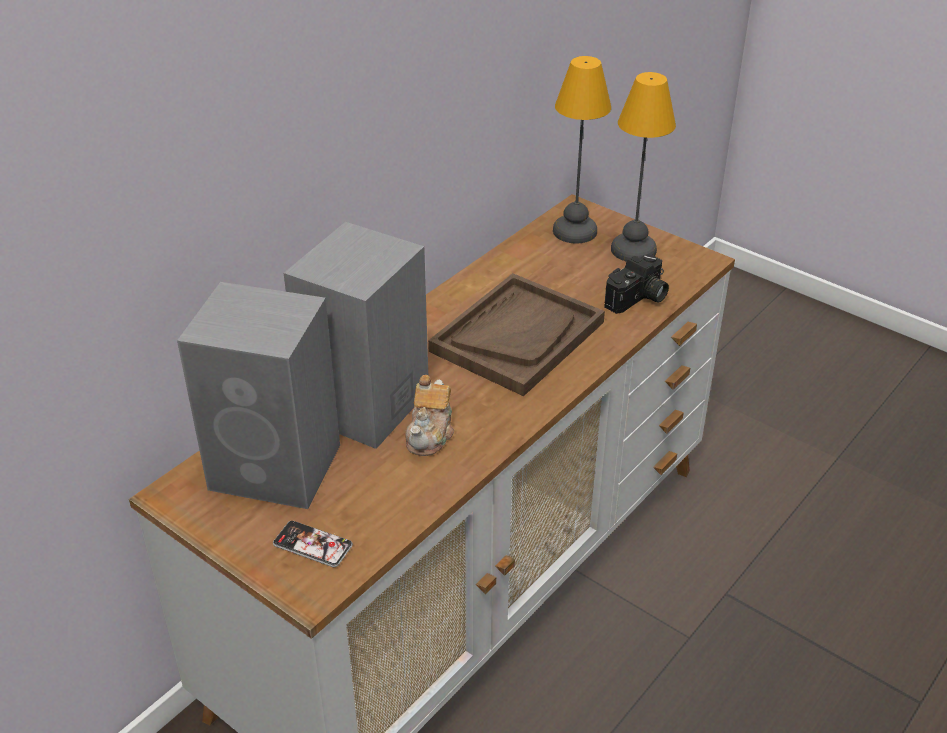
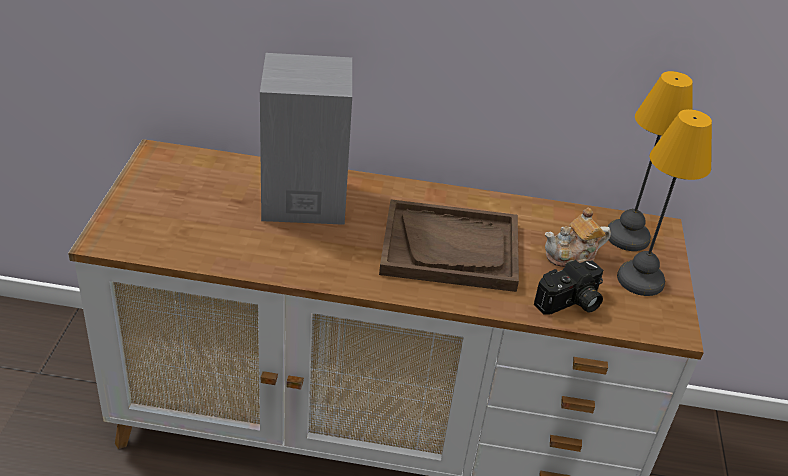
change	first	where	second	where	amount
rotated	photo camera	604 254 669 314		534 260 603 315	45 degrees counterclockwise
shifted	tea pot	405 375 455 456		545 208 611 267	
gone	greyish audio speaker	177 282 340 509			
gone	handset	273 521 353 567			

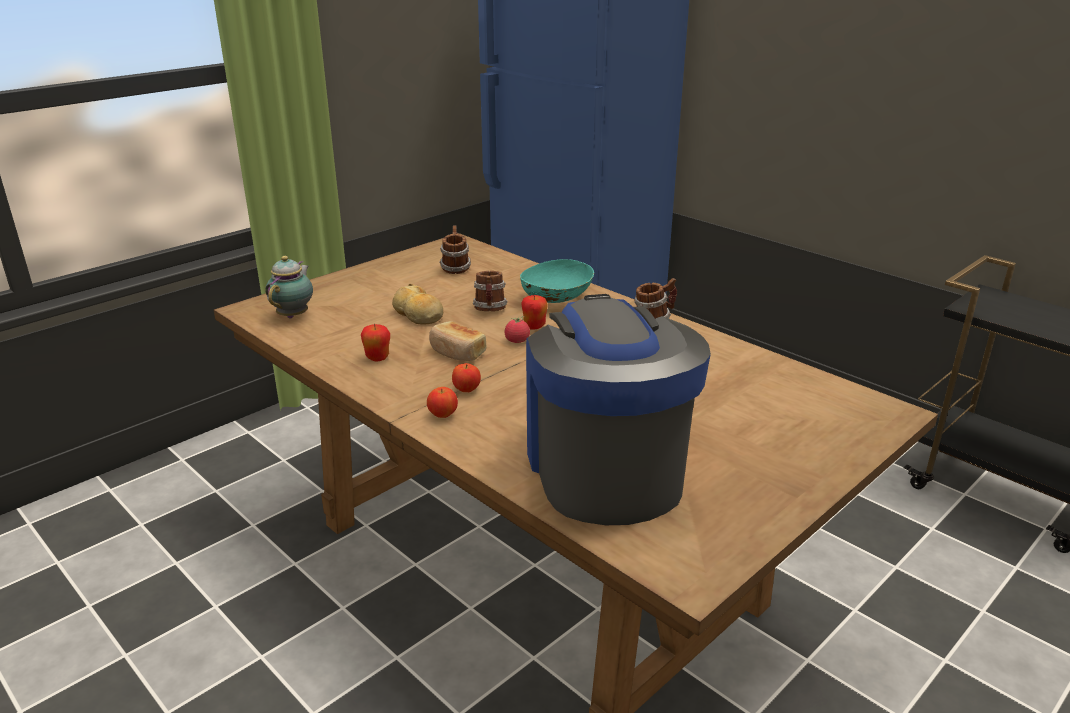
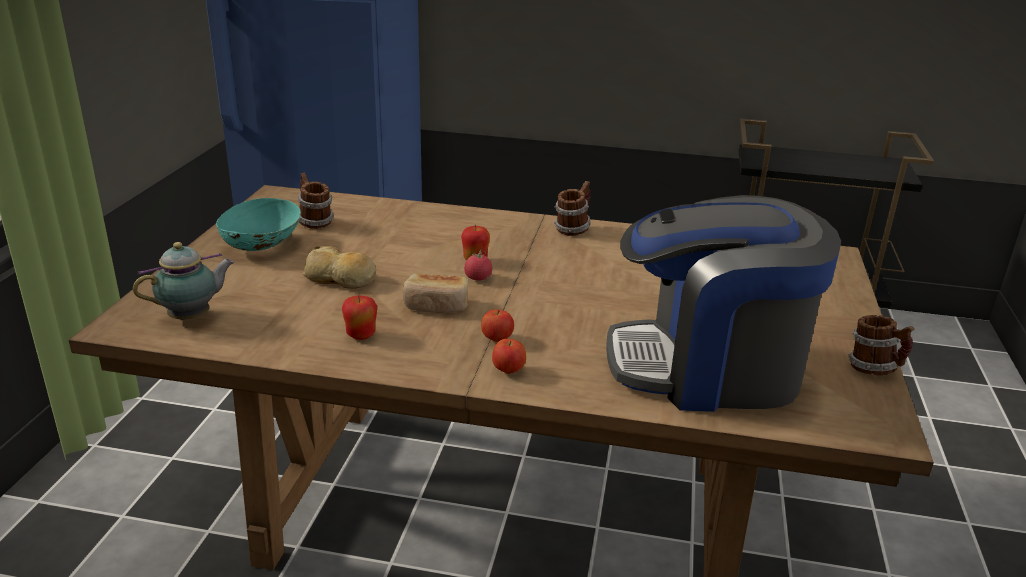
change	first	where	second	where	amount
rotated	tea pot	265 256 313 318		133 242 234 320	75 degrees clockwise
shifted	turquoise-coloured deep dish	520 259 594 303		216 198 301 251	
rotated	coffee machine	526 294 711 525		606 195 841 412	45 degrees counterclockwise
shifted	tea mug	473 271 508 311		848 315 914 375	

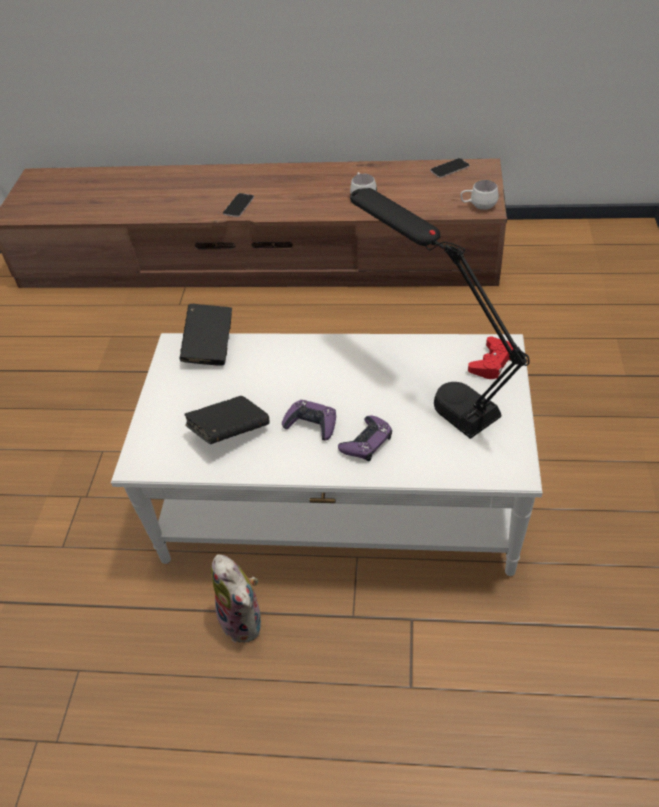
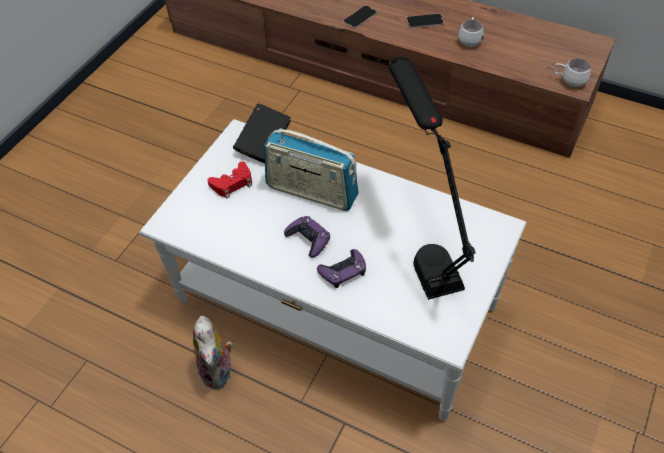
change	first	where	second	where	amount
shifted	red joypad	468 336 513 379		207 162 252 199	
new			radio set	264 128 359 211	
shifted	handset	430 158 470 178		407 14 444 28	
gone	black bound book	184 396 269 444			

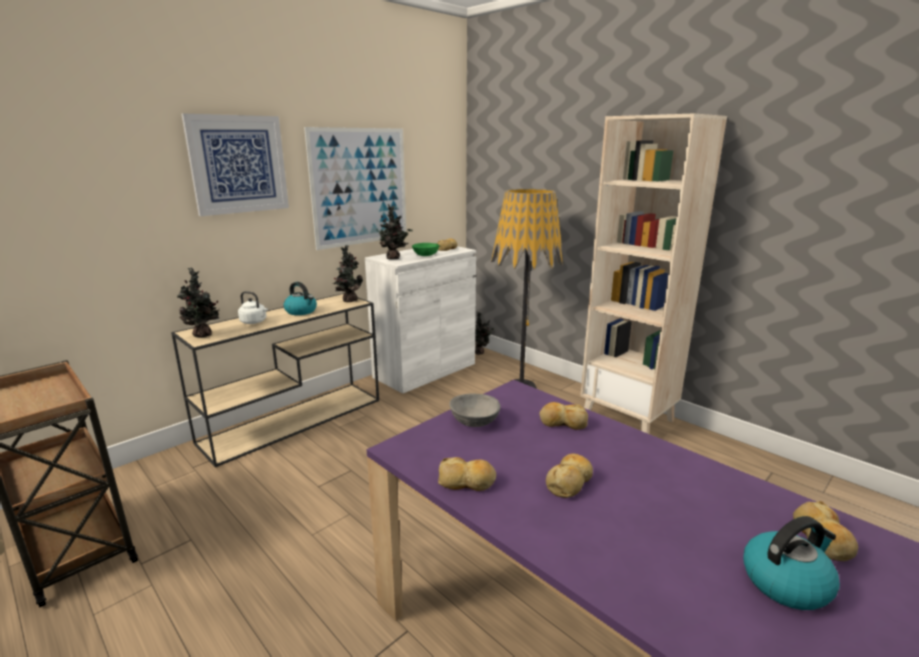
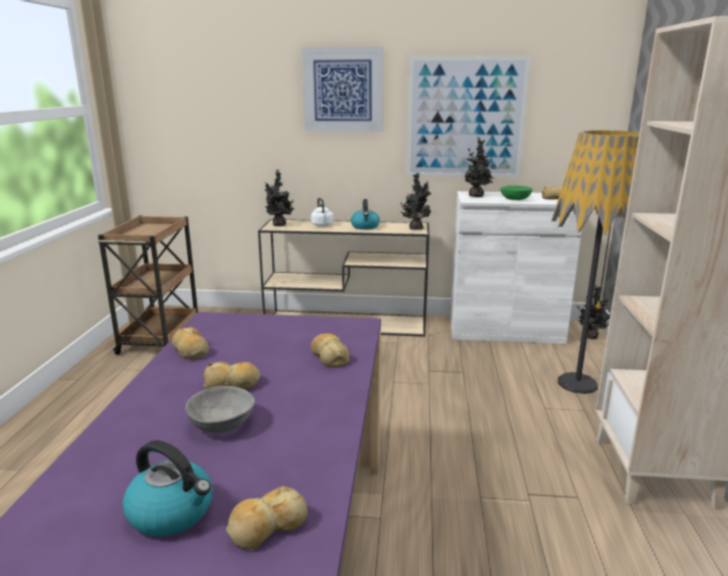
change	first	where	second	where	amount
shifted	greyish deep dish	449 394 501 427		185 386 255 433	

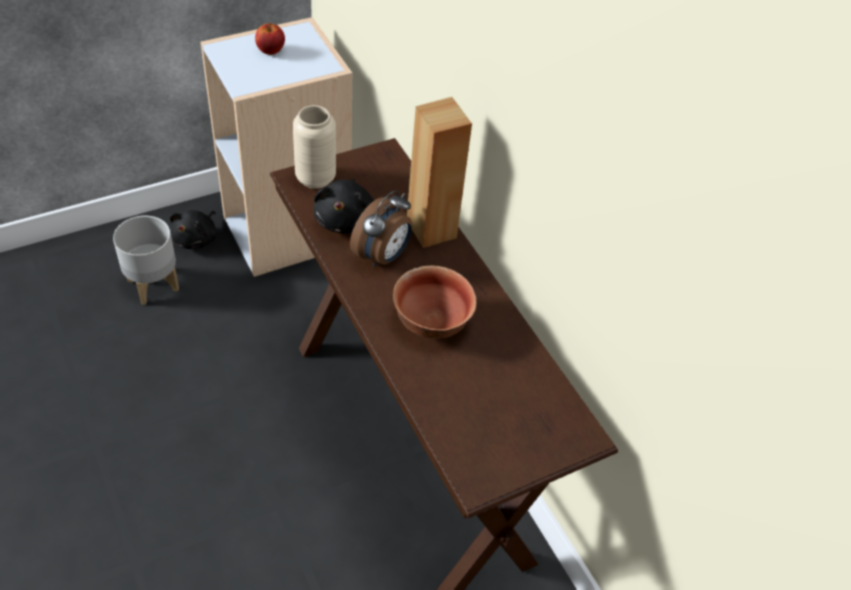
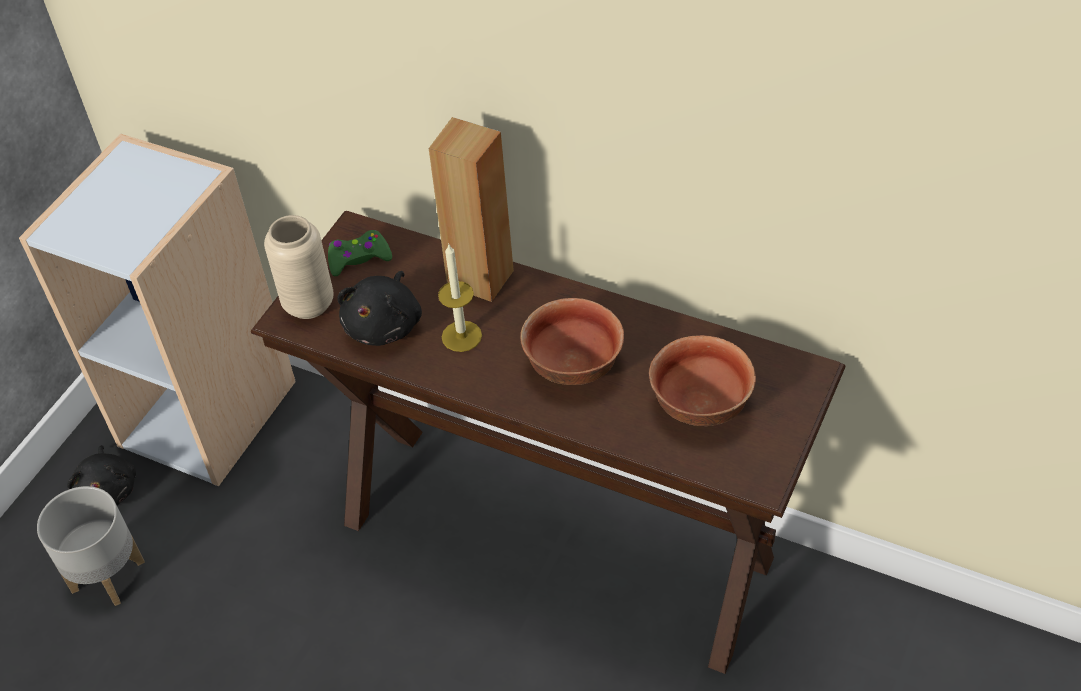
change	first	where	second	where	amount
new			green-coloured joypad	328 230 392 276	
rotated	black plush toy	314 179 375 233		337 271 422 346	45 degrees clockwise
swapped	alarm clock	350 190 412 267	candle	438 243 482 352	
new			deep dish	649 335 756 426	
gone	apple	255 23 285 55			

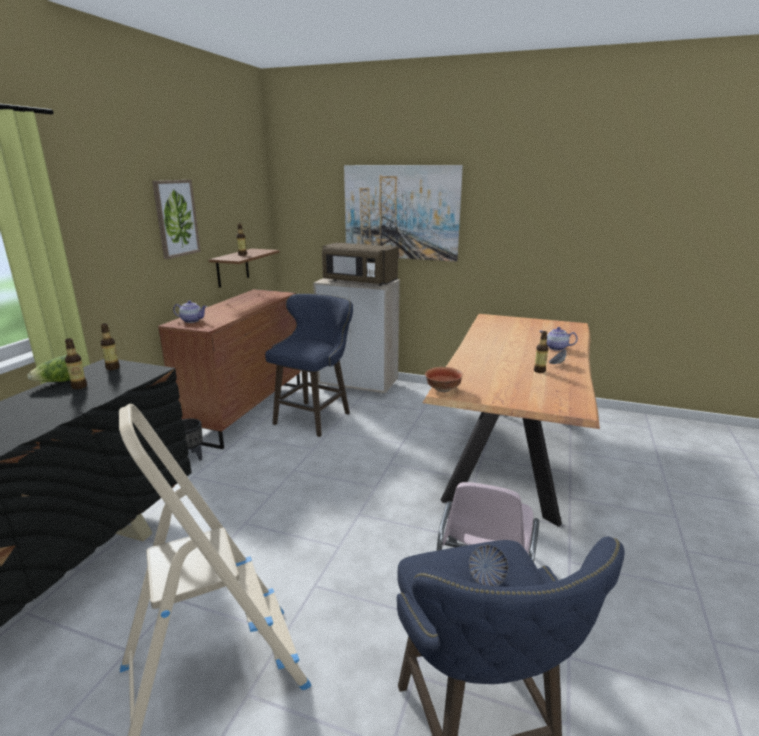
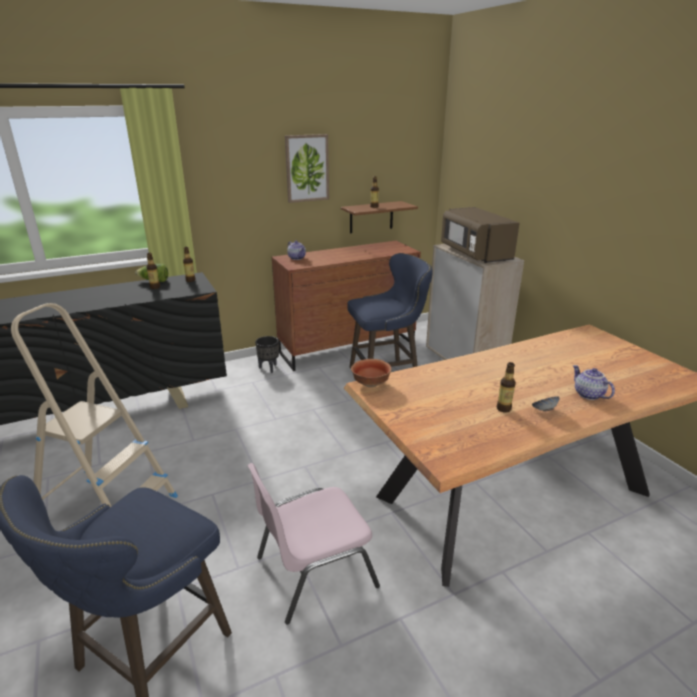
change	first	where	second	where	amount
gone	picture	344 165 463 262			
gone	deep dish	469 545 508 586			

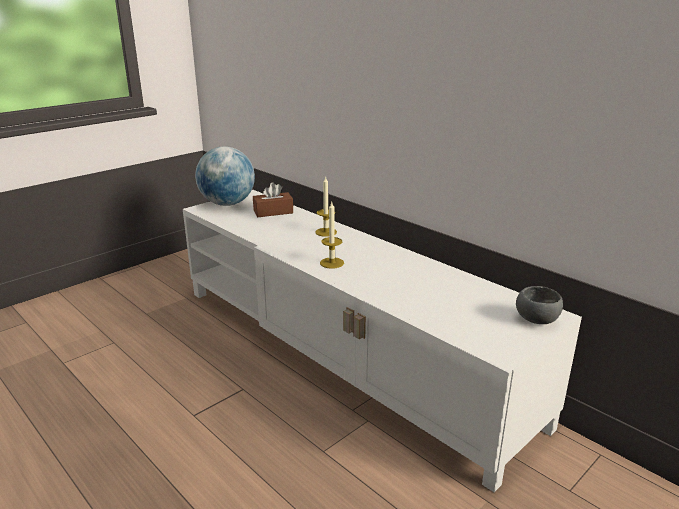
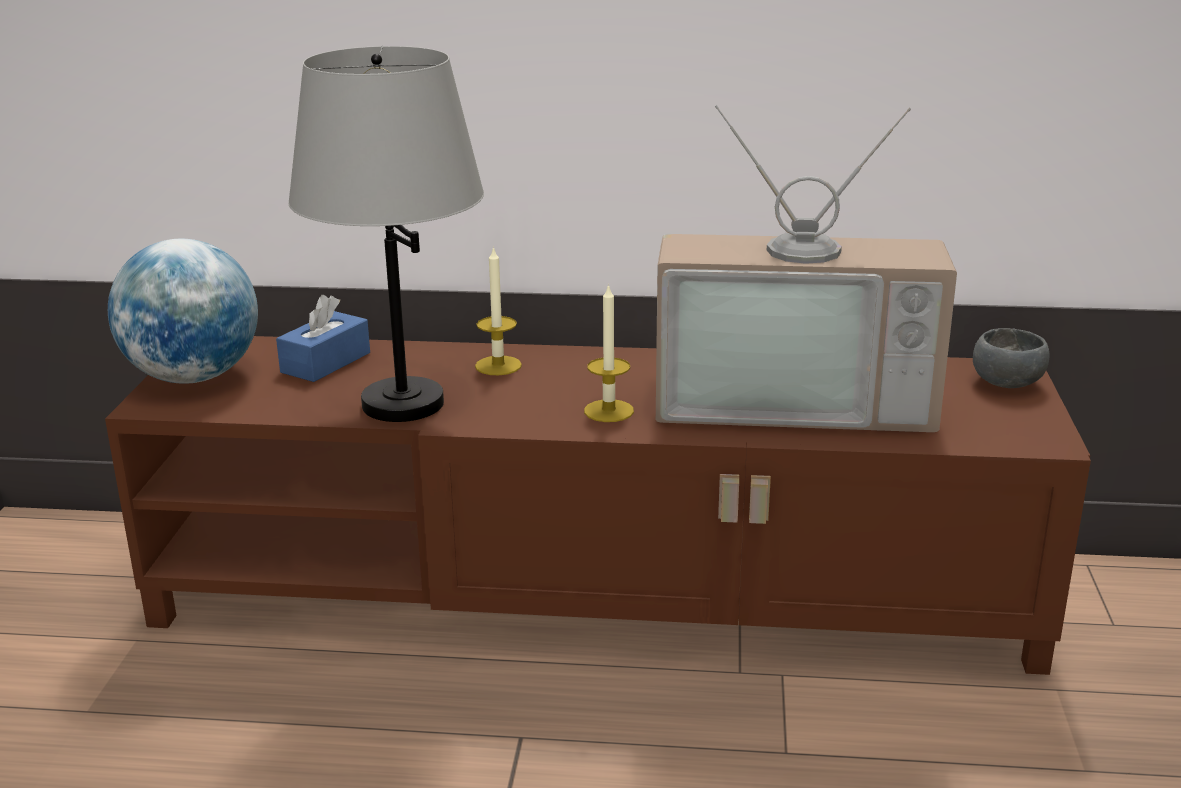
change	first	where	second	where	amount
repainted	white-coloured media console	183 190 582 492	brown-coloured media console	105 336 1091 675	
repainted	brown-coloured tissue holder	253 182 293 217	blue tissue holder	276 295 370 382	
new			greyish lamp for a table	288 46 484 422	
new			television	656 105 957 432	

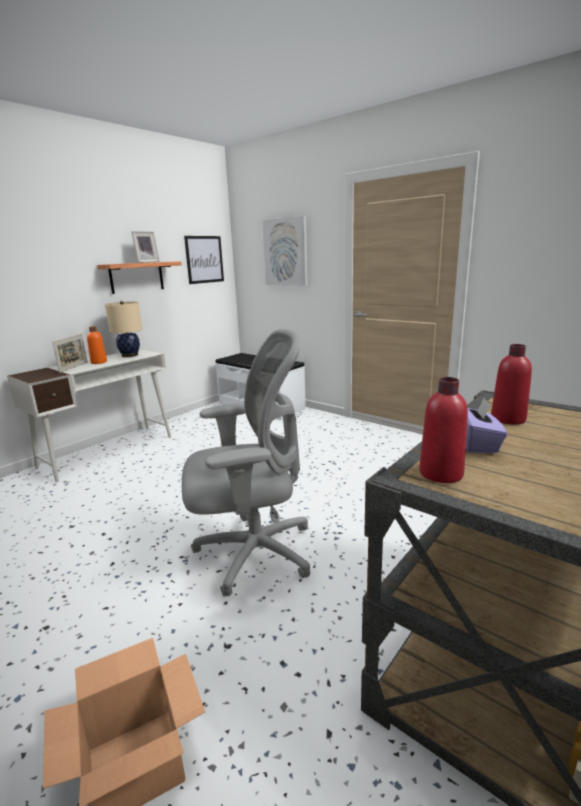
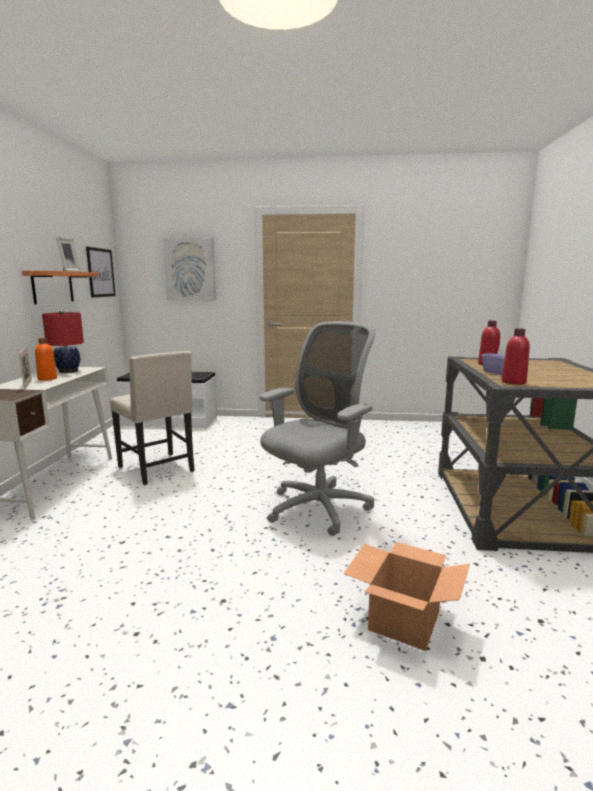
change	first	where	second	where	amount
repainted	beige-coloured lamp for a table	105 301 142 357	red lamp for a table	42 310 84 373	
new			beige-coloured chair	110 351 195 485	

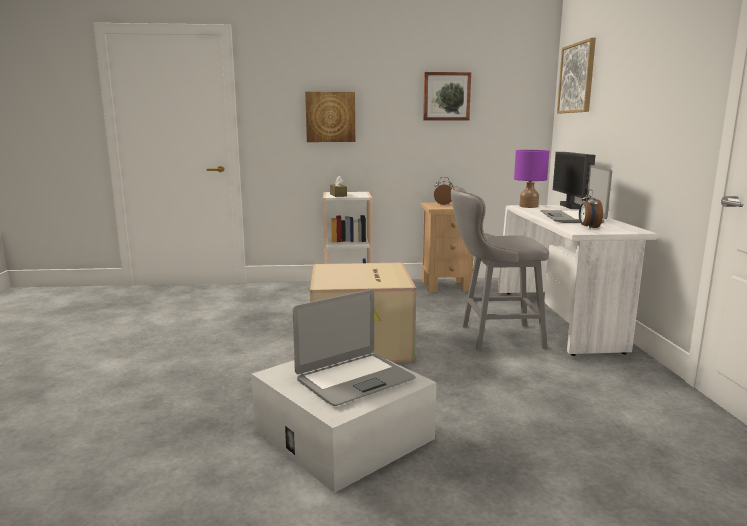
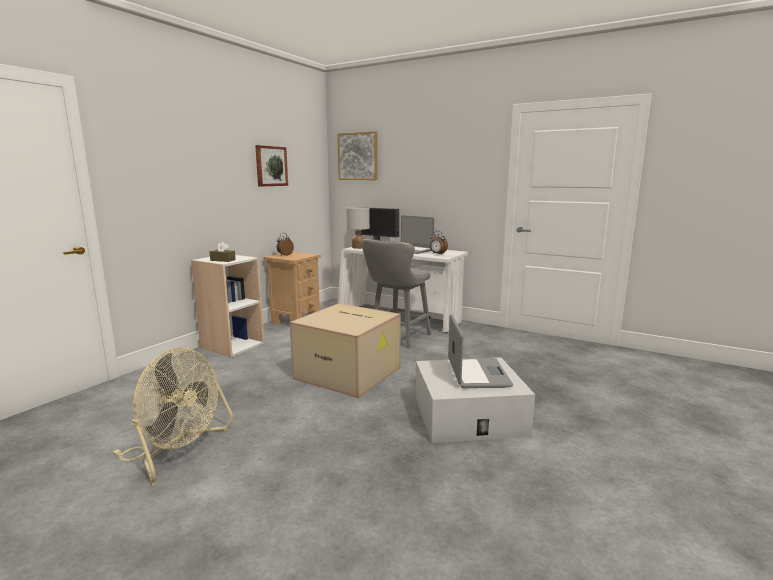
change	first	where	second	where	amount
new			beige-coloured cooling fan	113 347 233 487	
repainted	purple lamp for a table	514 150 549 208	greyish lamp for a table	346 207 370 249	
gone	picture	305 92 355 142			

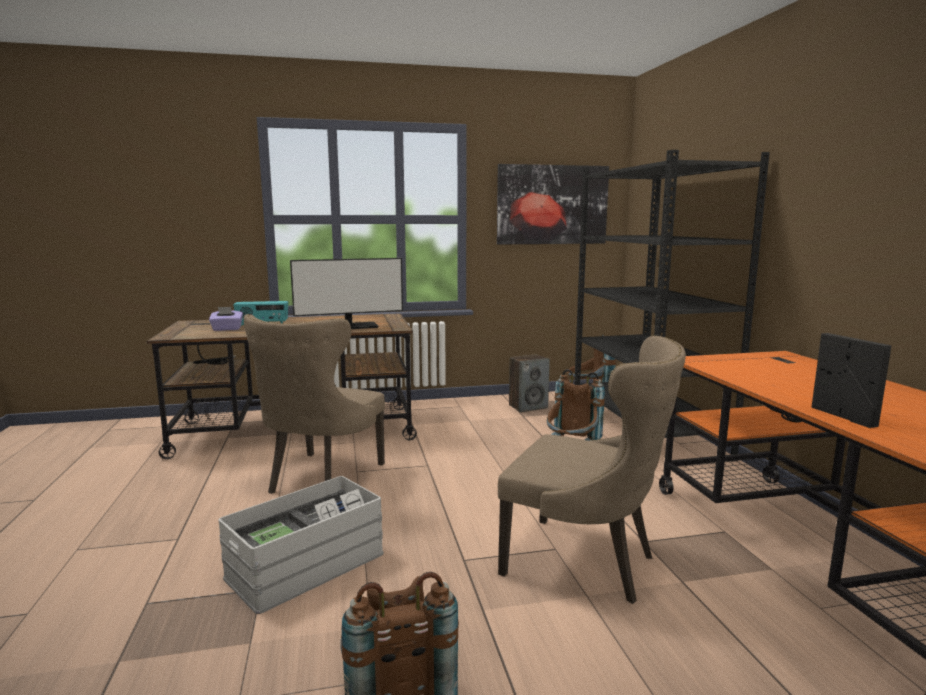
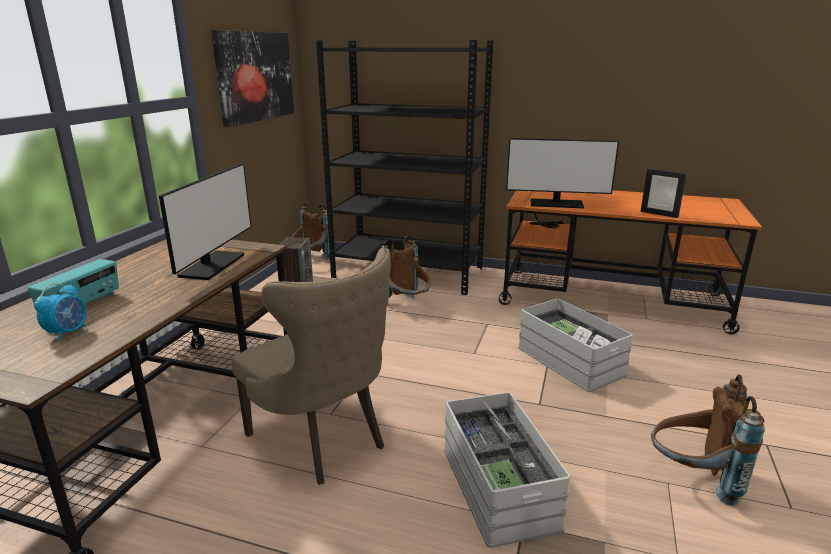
change	first	where	second	where	amount
swapped	purple tissue holder	209 307 243 331	alarm clock	34 283 87 341	
new			computer display	506 138 619 208	
swapped	beige-coloured chair	498 336 686 604	greyish storage bin	518 299 633 392	
rotated	standing frame	811 333 892 428		640 168 687 218	150 degrees counterclockwise

